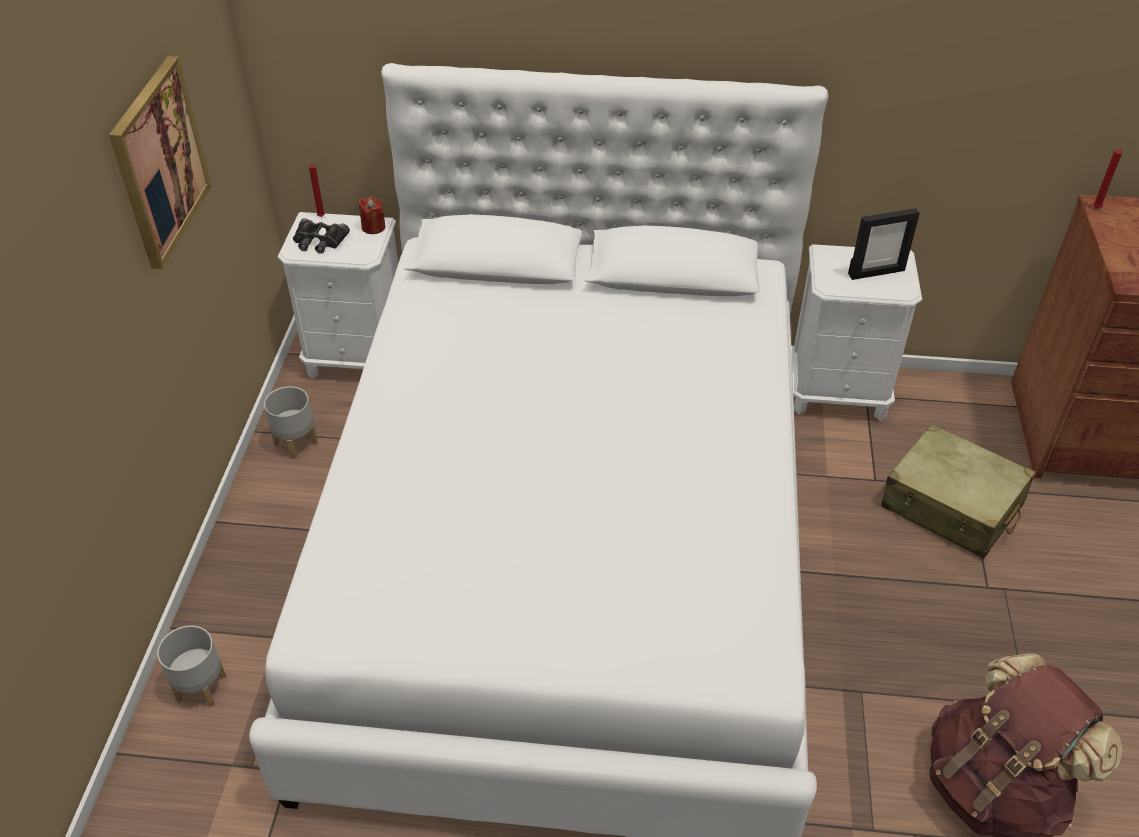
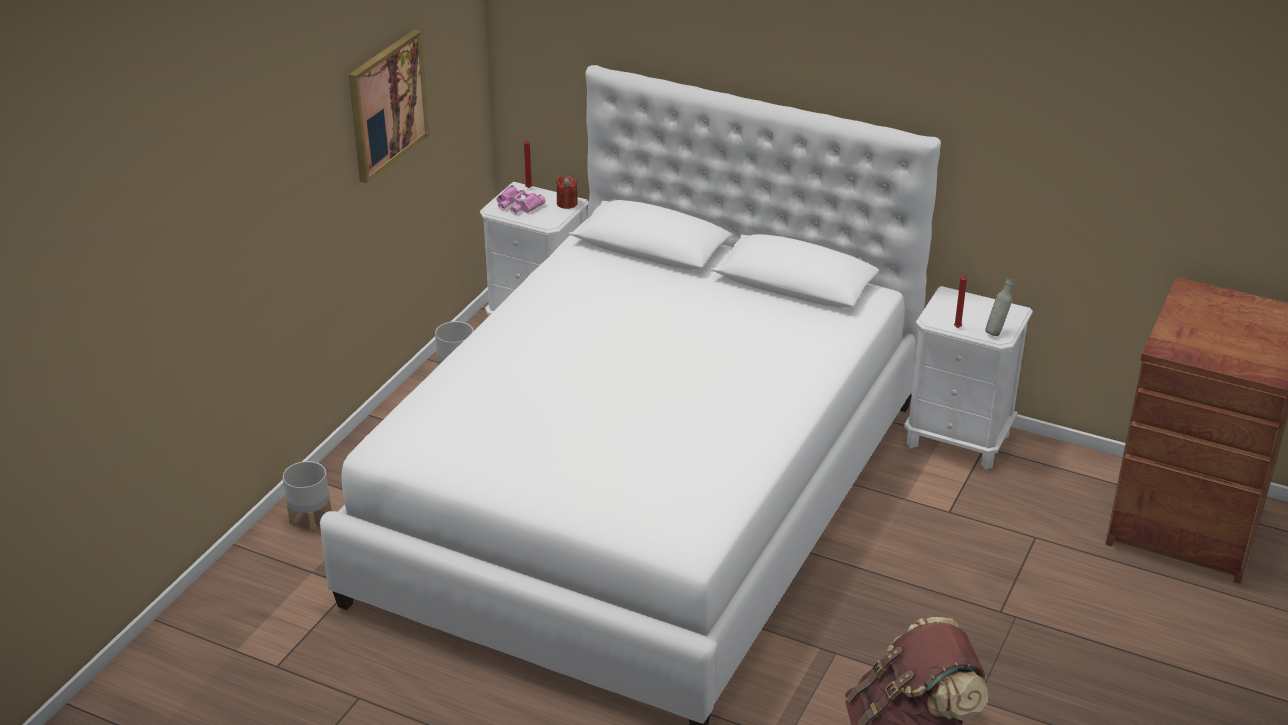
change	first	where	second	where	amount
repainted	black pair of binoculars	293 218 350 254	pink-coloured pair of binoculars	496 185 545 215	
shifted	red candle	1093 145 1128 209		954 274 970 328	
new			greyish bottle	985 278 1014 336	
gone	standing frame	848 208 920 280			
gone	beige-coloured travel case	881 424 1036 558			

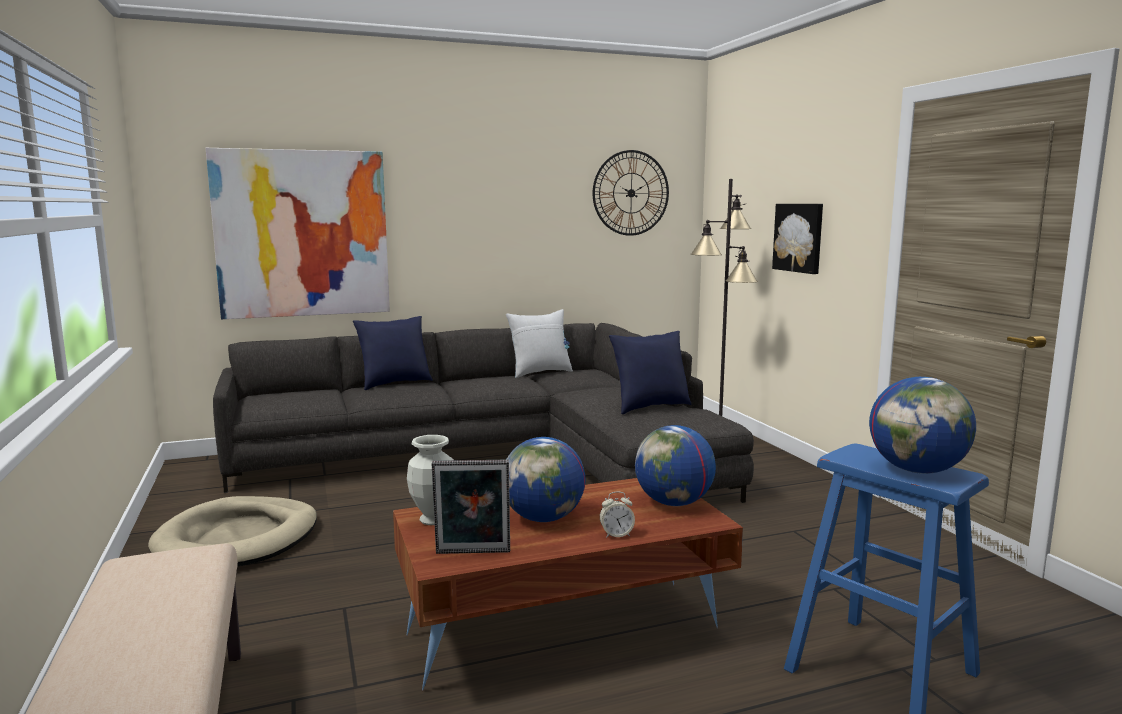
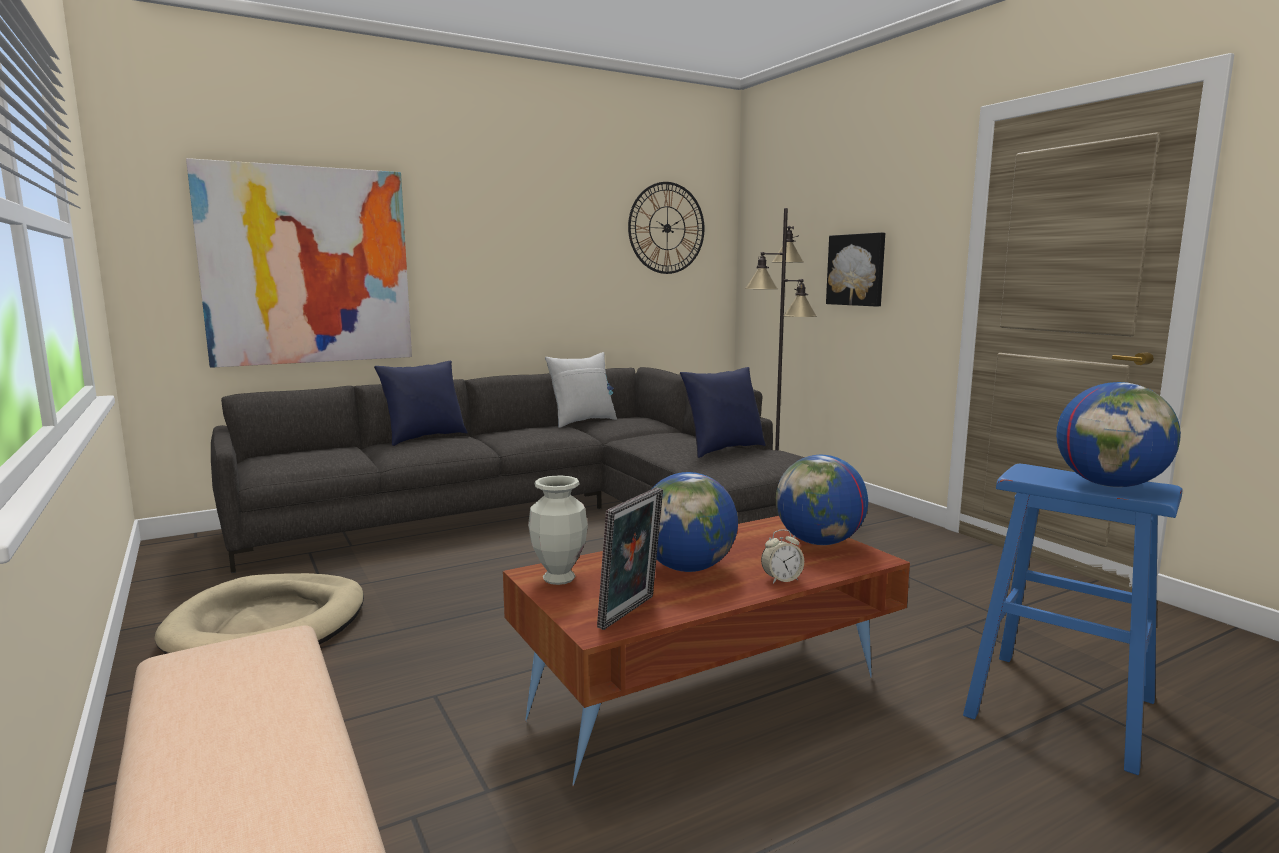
change	first	where	second	where	amount
rotated	standing frame	432 460 510 554		597 487 663 630	45 degrees counterclockwise

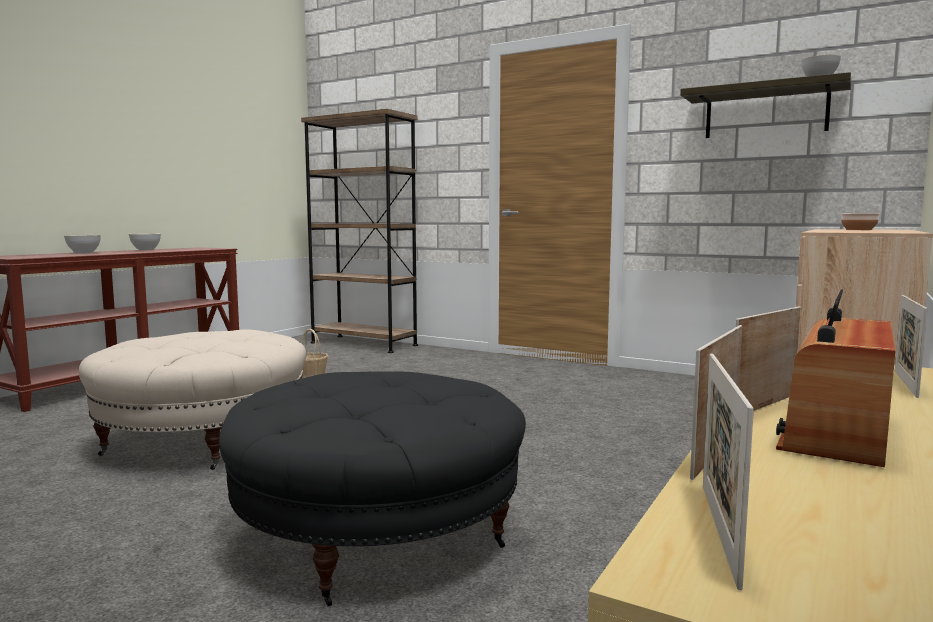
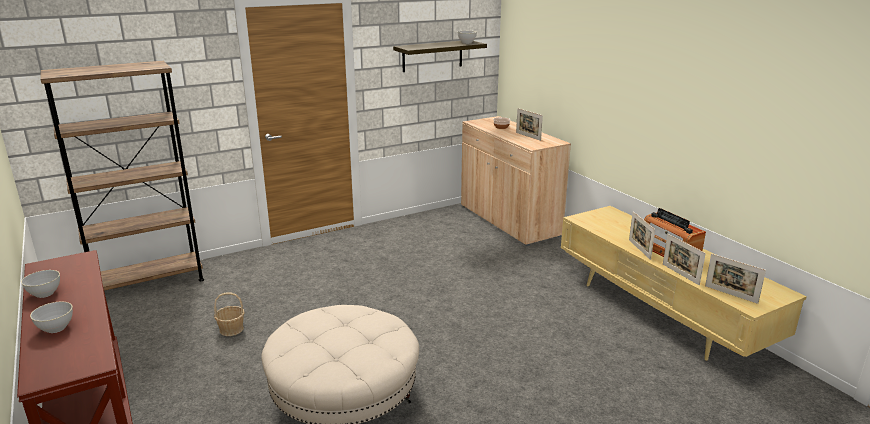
change	first	where	second	where	amount
shifted	standing frame	895 295 928 398		516 108 543 141	
gone	black ottoman	219 371 526 606			

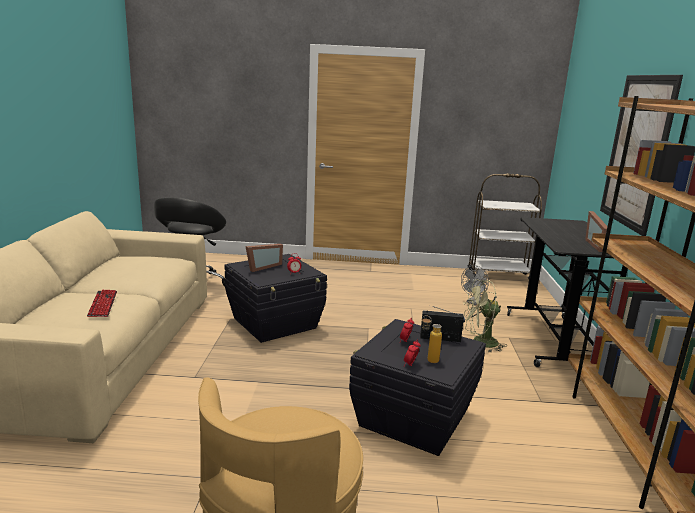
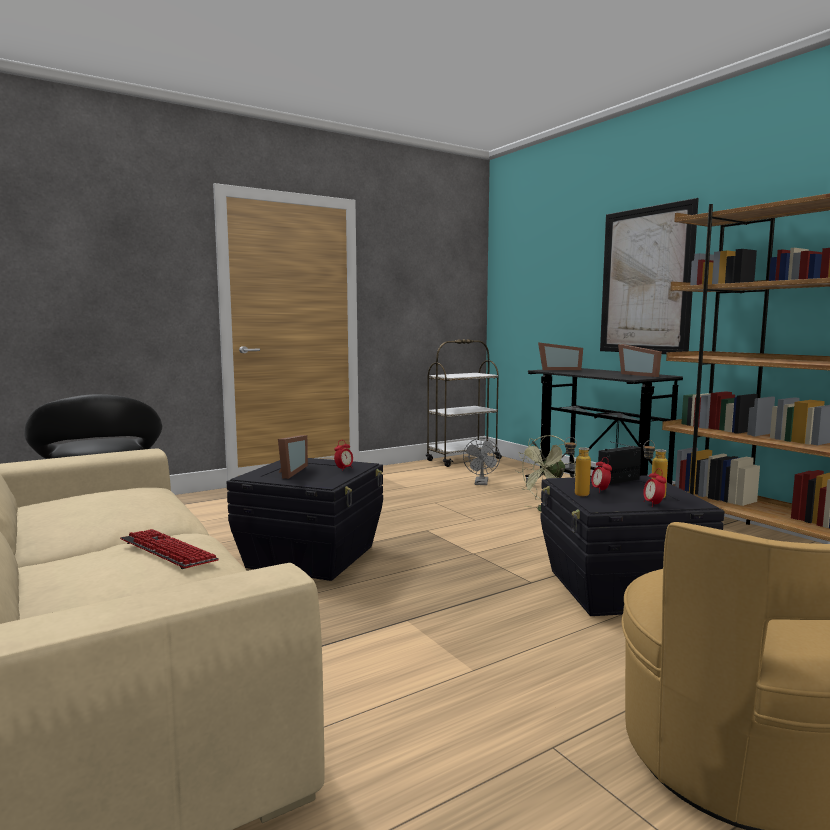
change	first	where	second	where	amount
new			standing frame	538 342 583 370	
new			bottle	564 437 591 496	

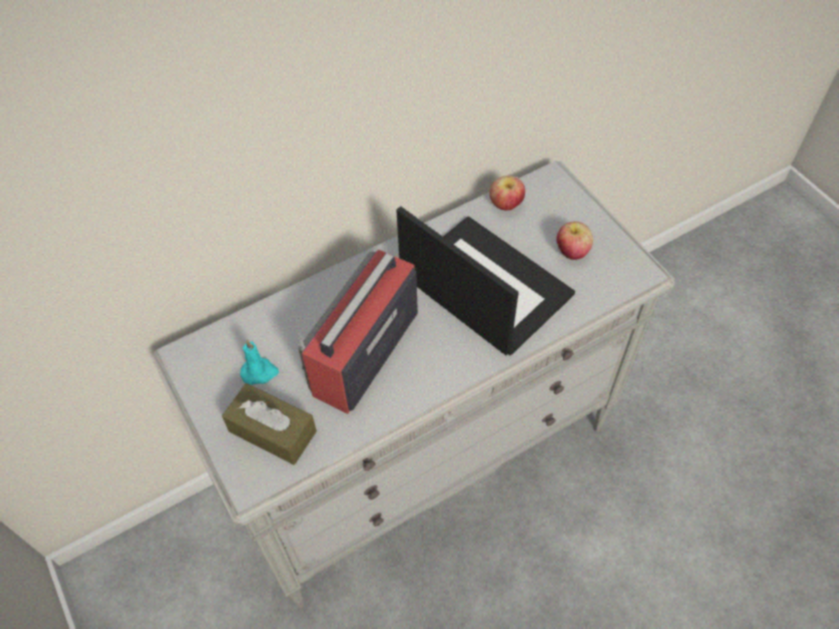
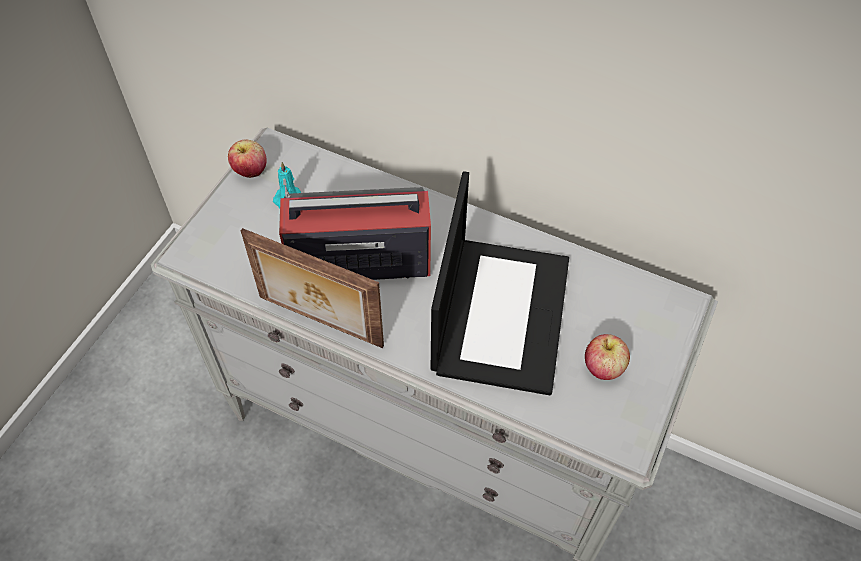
change	first	where	second	where	amount
shifted	apple	489 175 525 210		228 140 267 178	
new			standing frame	241 228 384 348	
gone	brown-coloured tissue holder	222 383 317 465			

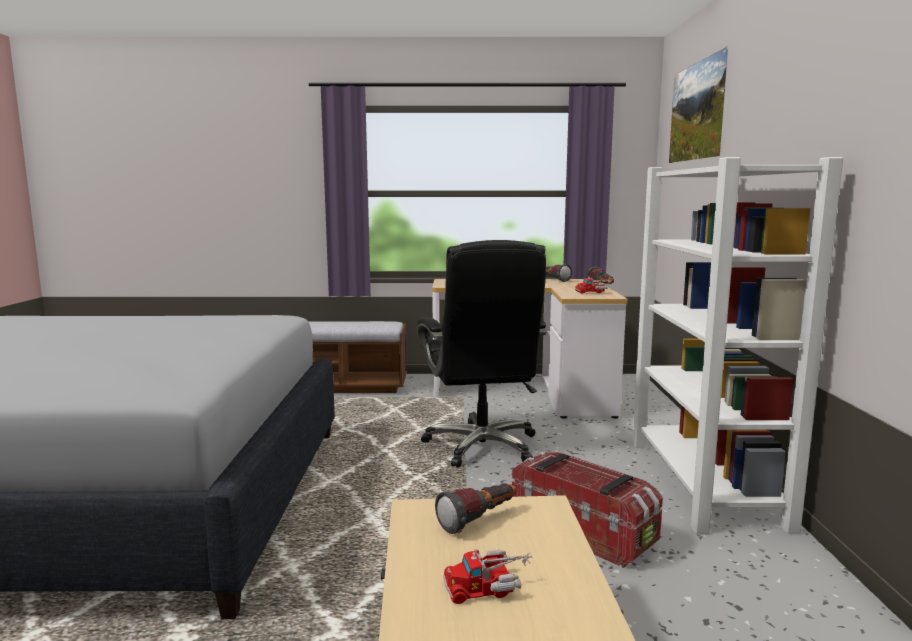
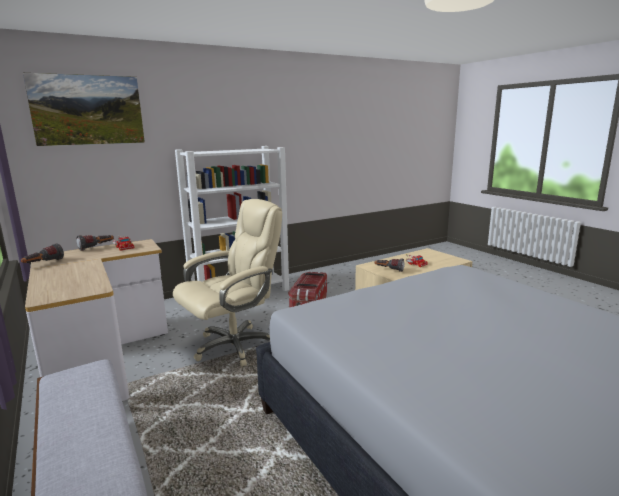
change	first	where	second	where	amount
repainted	black office chair	417 240 547 468	beige-coloured office chair	173 199 282 367	

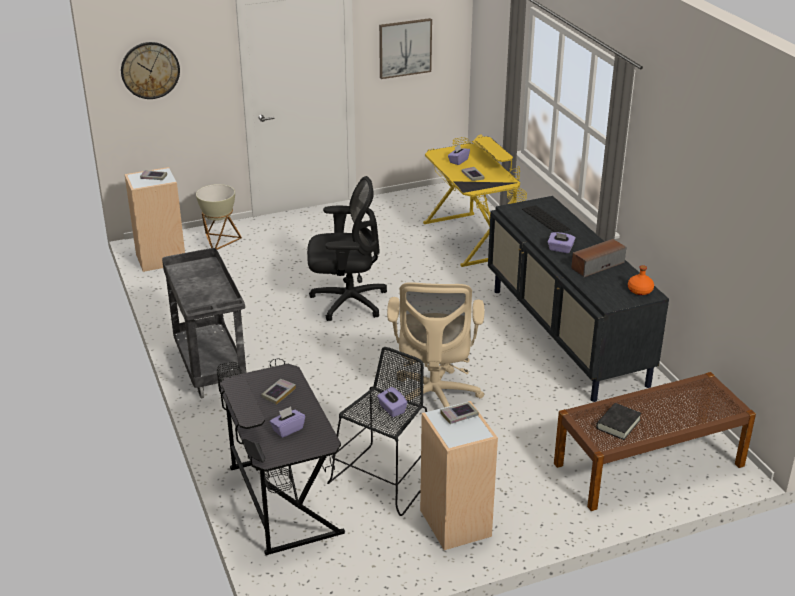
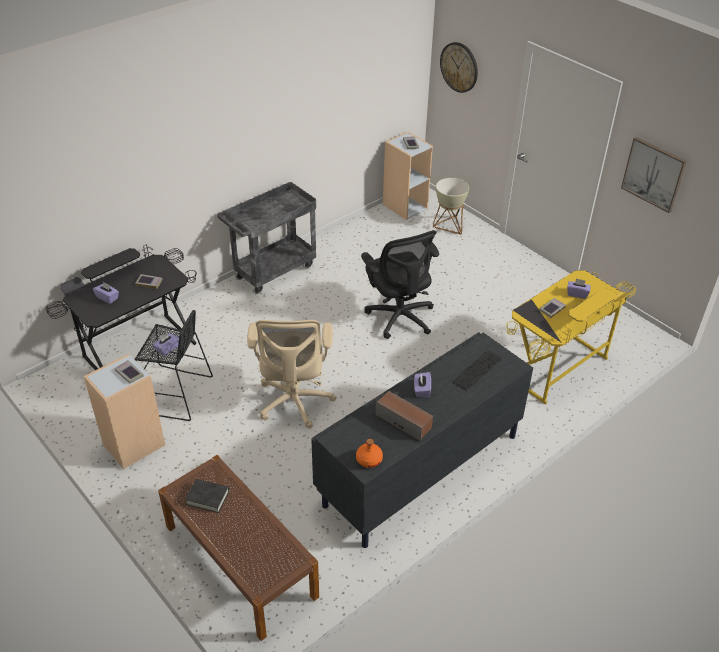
change	first	where	second	where	amount
rotated	beige-coloured office chair	387 282 484 408		247 320 337 429	75 degrees counterclockwise

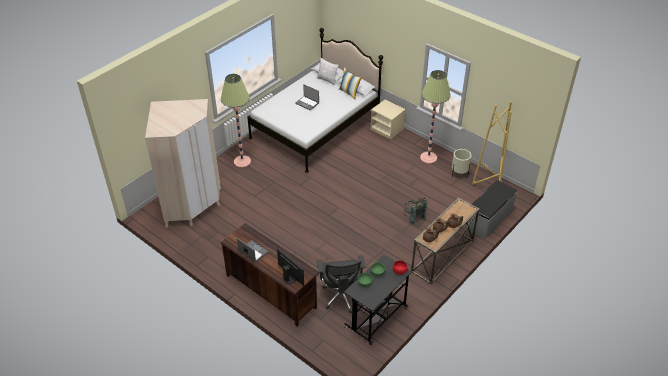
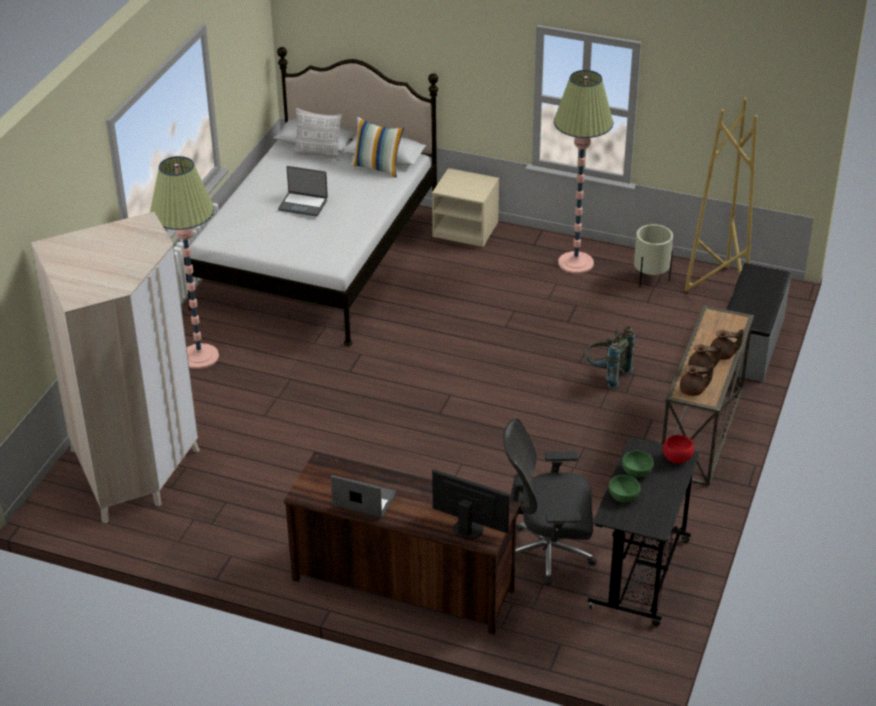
change	first	where	second	where	amount
rotated	office chair	317 255 366 313		503 419 597 585	120 degrees clockwise

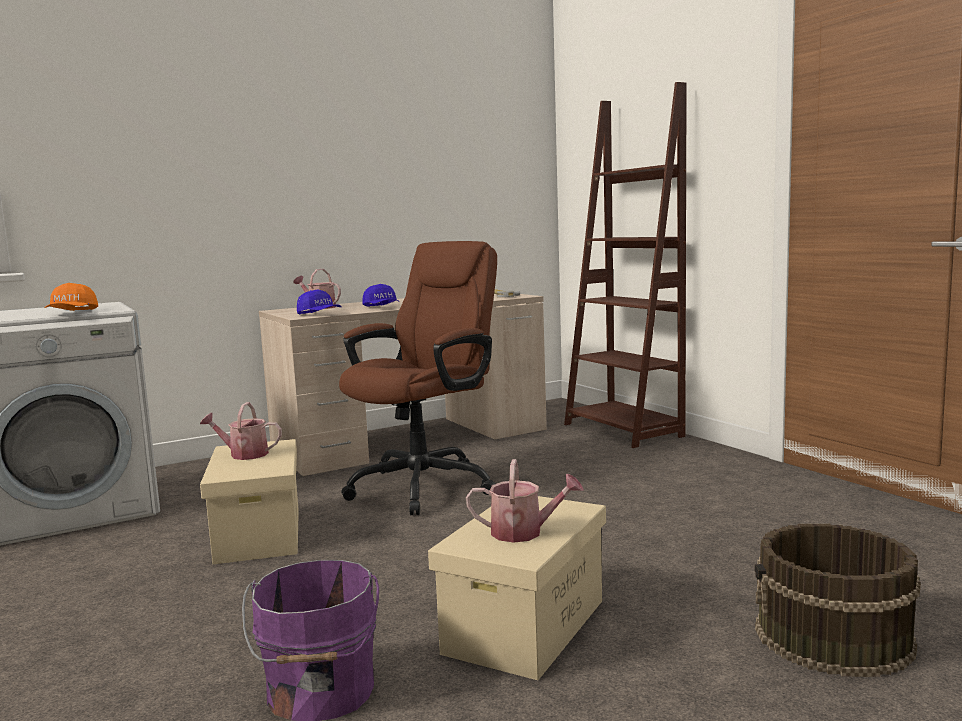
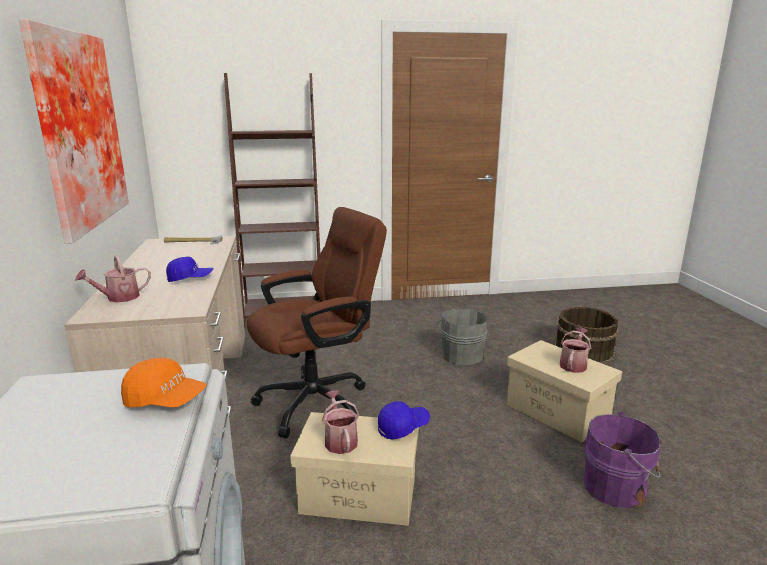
change	first	where	second	where	amount
new			picture	19 19 129 244	
rotated	brown-coloured office chair	339 241 497 515		247 207 387 439	90 degrees clockwise
rotated	sprinkling can	200 402 282 460		322 390 359 454	135 degrees clockwise
shifted	blue peaked cap	297 290 341 315		378 401 430 439	
new			greyish water bucket	437 309 487 365	

